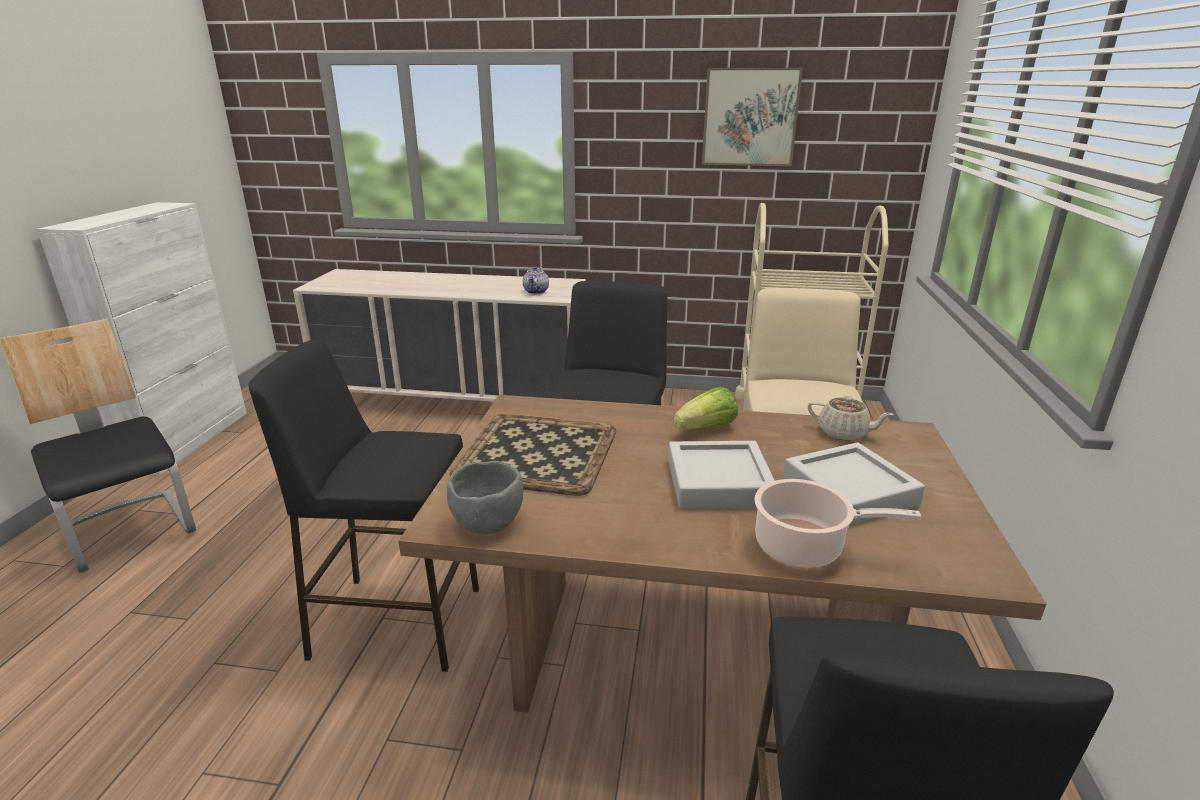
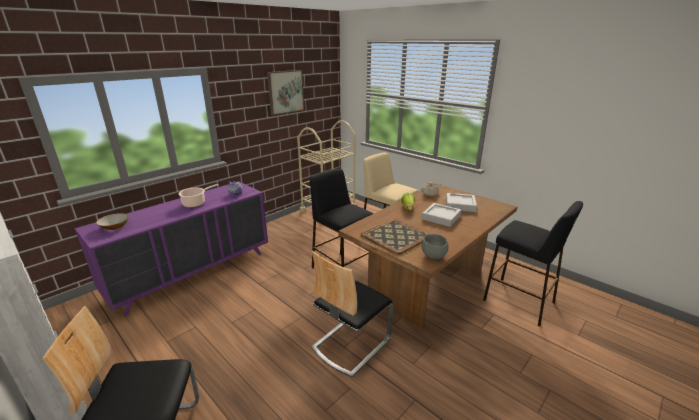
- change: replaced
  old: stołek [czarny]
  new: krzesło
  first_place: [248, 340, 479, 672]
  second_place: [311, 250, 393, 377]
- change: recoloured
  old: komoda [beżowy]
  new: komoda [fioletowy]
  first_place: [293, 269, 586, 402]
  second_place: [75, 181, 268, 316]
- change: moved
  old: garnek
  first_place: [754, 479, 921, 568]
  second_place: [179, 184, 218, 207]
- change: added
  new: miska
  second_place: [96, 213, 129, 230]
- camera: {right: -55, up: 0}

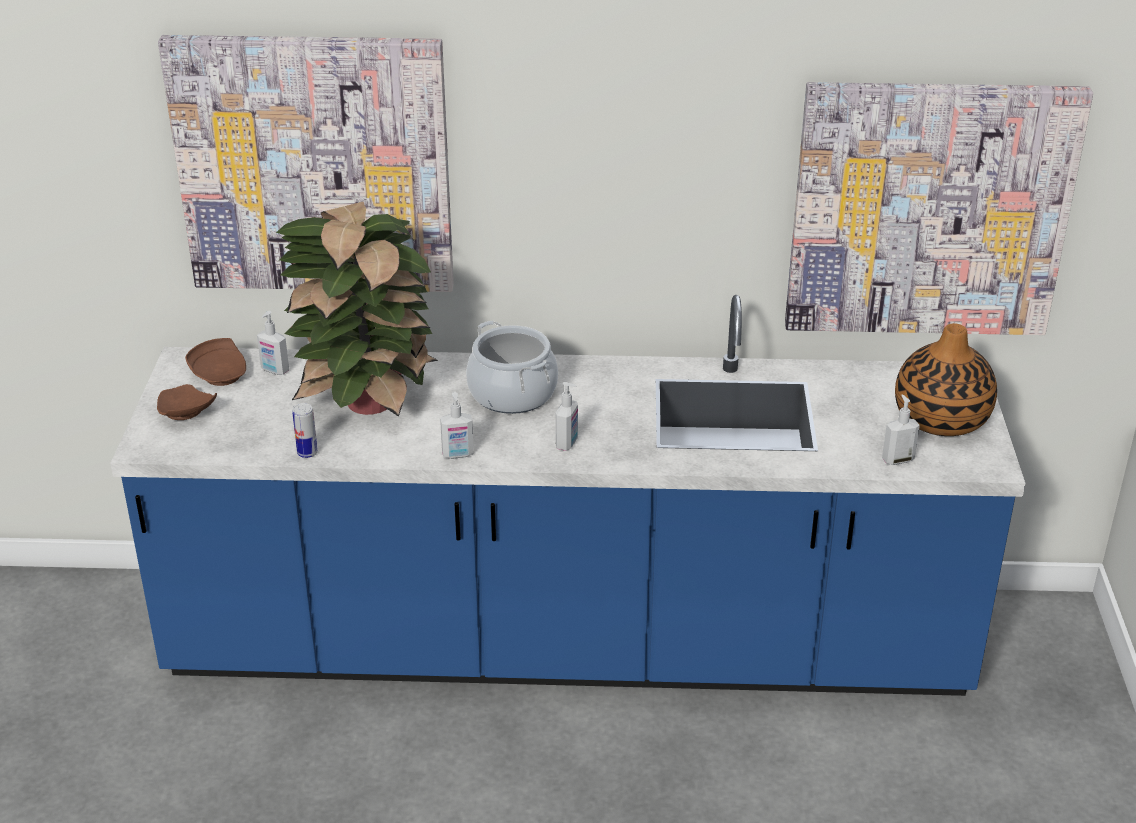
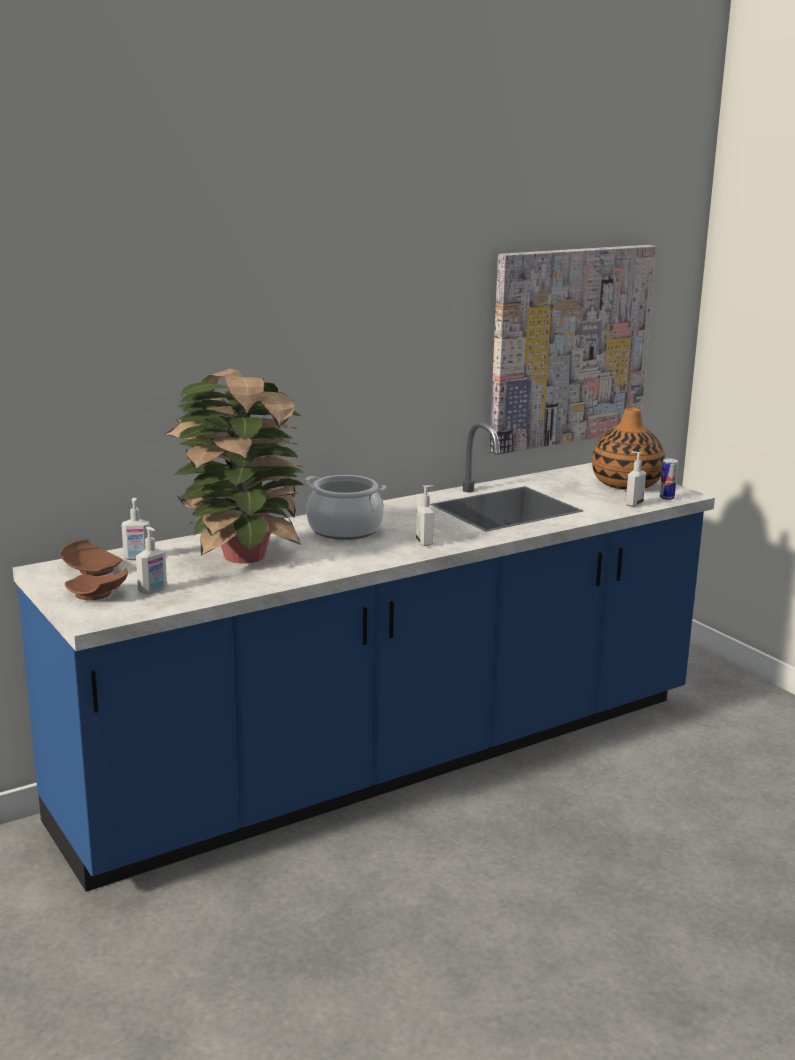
- change: removed
  old: obraz
  first_place: [158, 35, 454, 292]
- change: moved
  old: puszka
  first_place: [292, 403, 318, 458]
  second_place: [659, 459, 678, 500]
- change: moved
  old: dozownik mydła
  first_place: [440, 392, 474, 459]
  second_place: [136, 527, 167, 594]
- camera: {right: -35, up: -15}

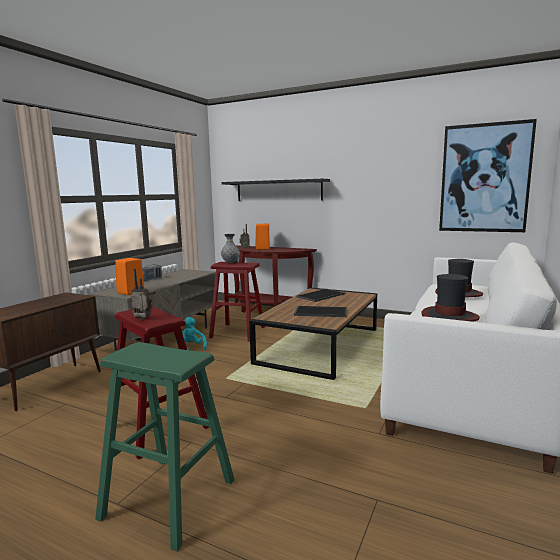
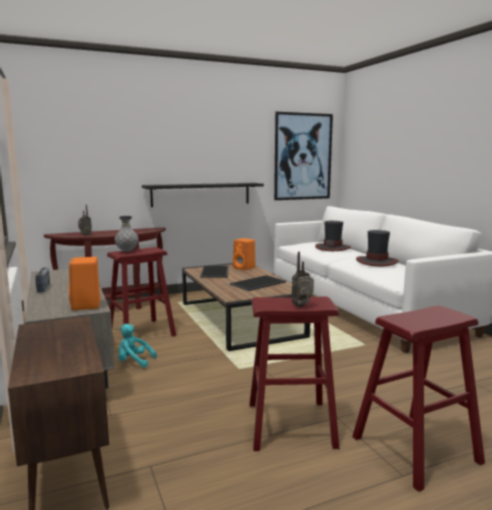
- change: recoloured
  old: stołek [zielony]
  new: stołek [czerwony]
  first_place: [95, 342, 235, 552]
  second_place: [352, 305, 485, 492]
- change: moved
  old: półka [czarny]
  first_place: [222, 179, 330, 201]
  second_place: [142, 183, 264, 207]
- change: moved
  old: głośnik [pomarańczowy]
  first_place: [255, 224, 270, 250]
  second_place: [233, 238, 255, 270]
- camera: {right: -50, up: 0}

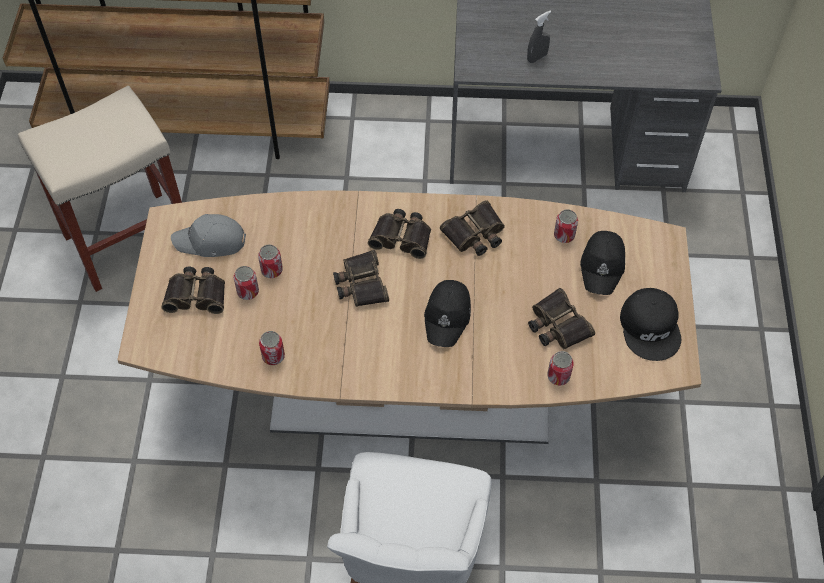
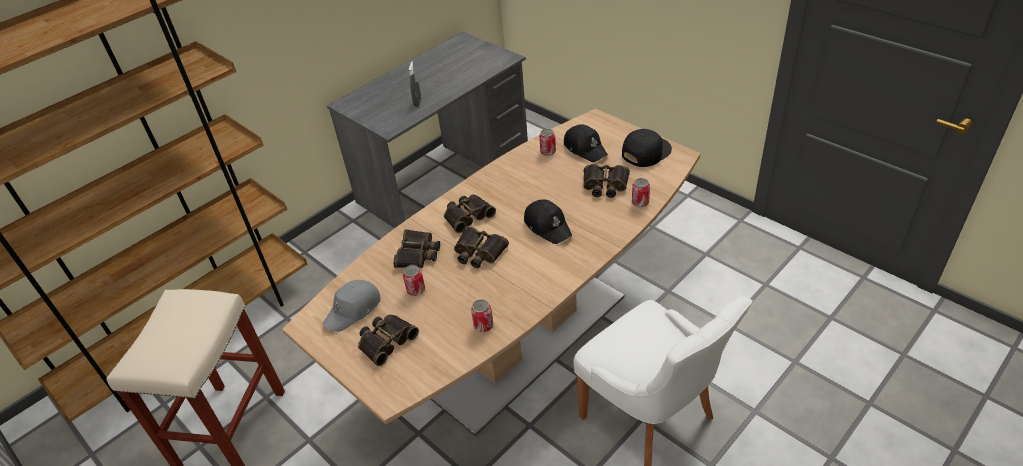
- change: removed
  old: puszka
  first_place: [234, 266, 259, 300]
- change: moved
  old: lornetka
  first_place: [440, 200, 505, 256]
  second_place: [393, 229, 440, 268]
- change: turned
  old: czapka z daszkiem [czarny]
  first_place: [620, 288, 681, 361]
  second_place: [622, 129, 672, 167]
  degrees: -75
- camera: {right: -45, up: -15}

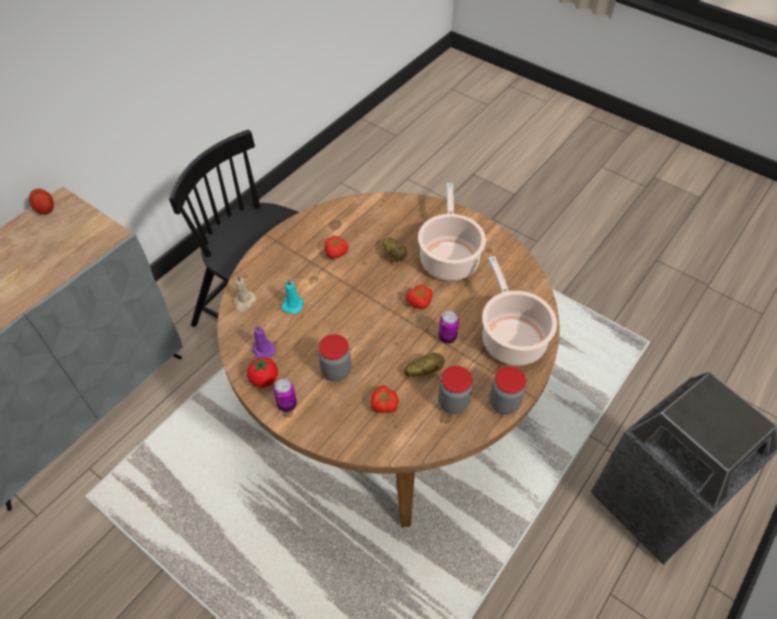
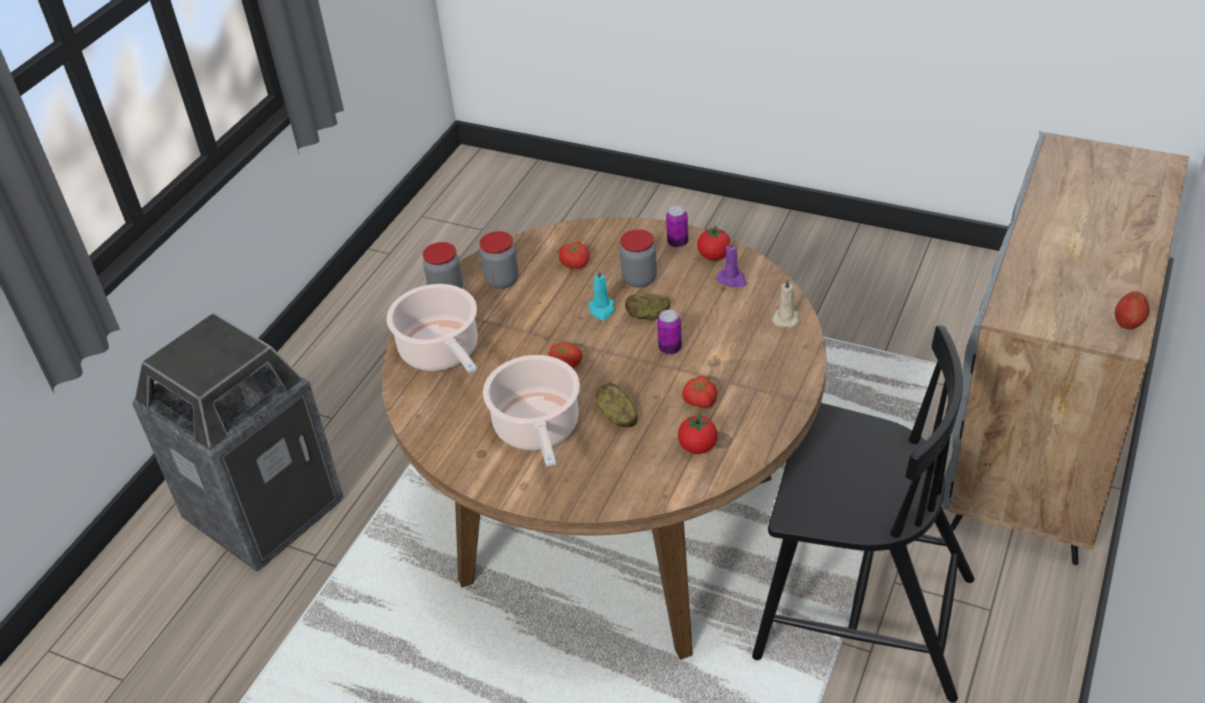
- change: moved
  old: świeca [turkusowy]
  first_place: [282, 279, 304, 314]
  second_place: [588, 268, 615, 320]
- change: moved
  old: ziemniak
  first_place: [404, 353, 444, 377]
  second_place: [625, 293, 670, 320]
- change: moved
  old: puszka
  first_place: [439, 311, 459, 344]
  second_place: [657, 310, 682, 355]
- change: added
  new: pomidor
  second_place: [678, 414, 718, 454]
- camera: {right: 170, up: -10}

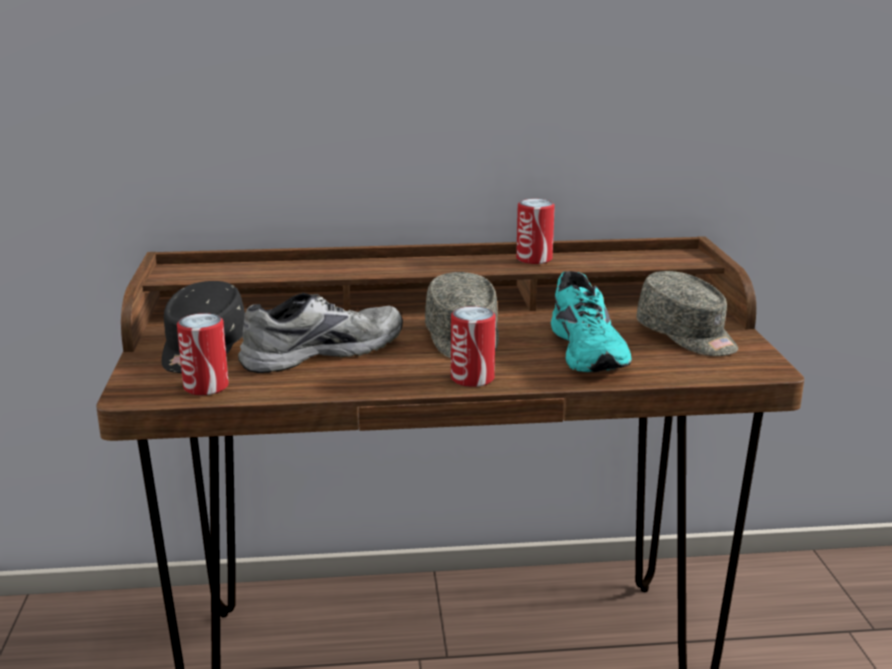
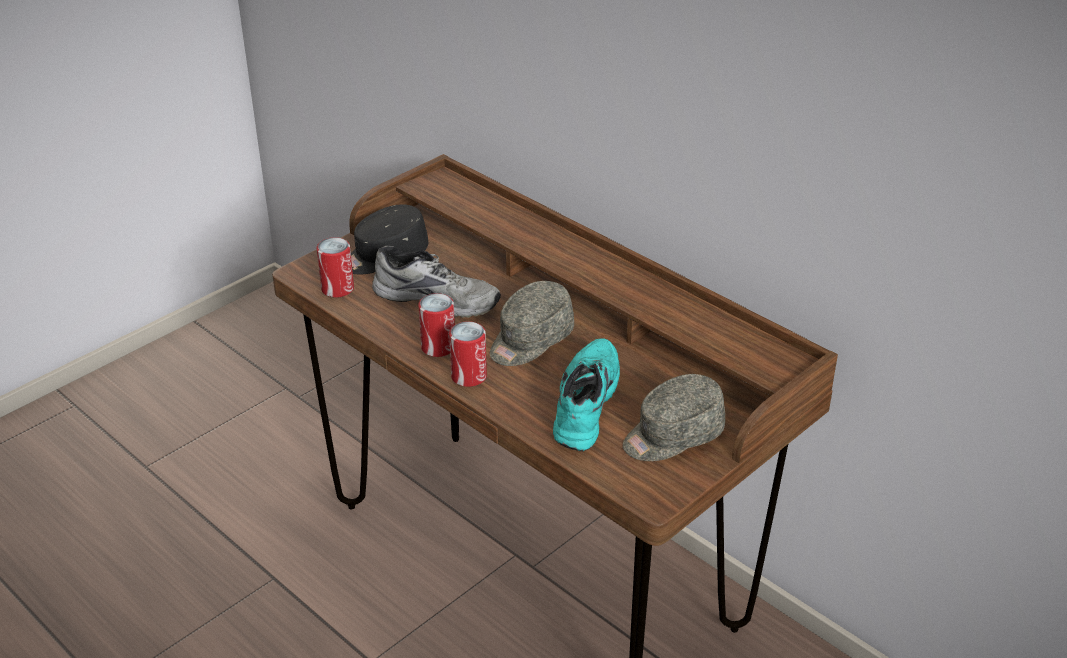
- change: moved
  old: puszka
  first_place: [516, 199, 555, 264]
  second_place: [418, 293, 455, 357]
- change: turned
  old: but [turkusowy]
  first_place: [551, 271, 632, 372]
  second_place: [553, 338, 620, 451]
  degrees: 150
- change: turned
  old: czapka z daszkiem [szary]
  first_place: [636, 271, 738, 356]
  second_place: [623, 374, 725, 461]
  degrees: 45
- camera: {right: 50, up: 15}

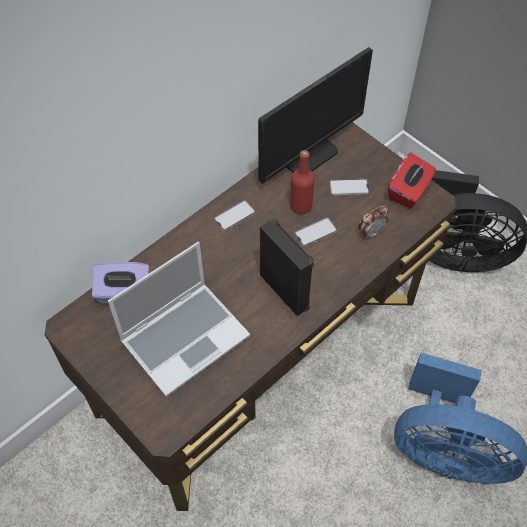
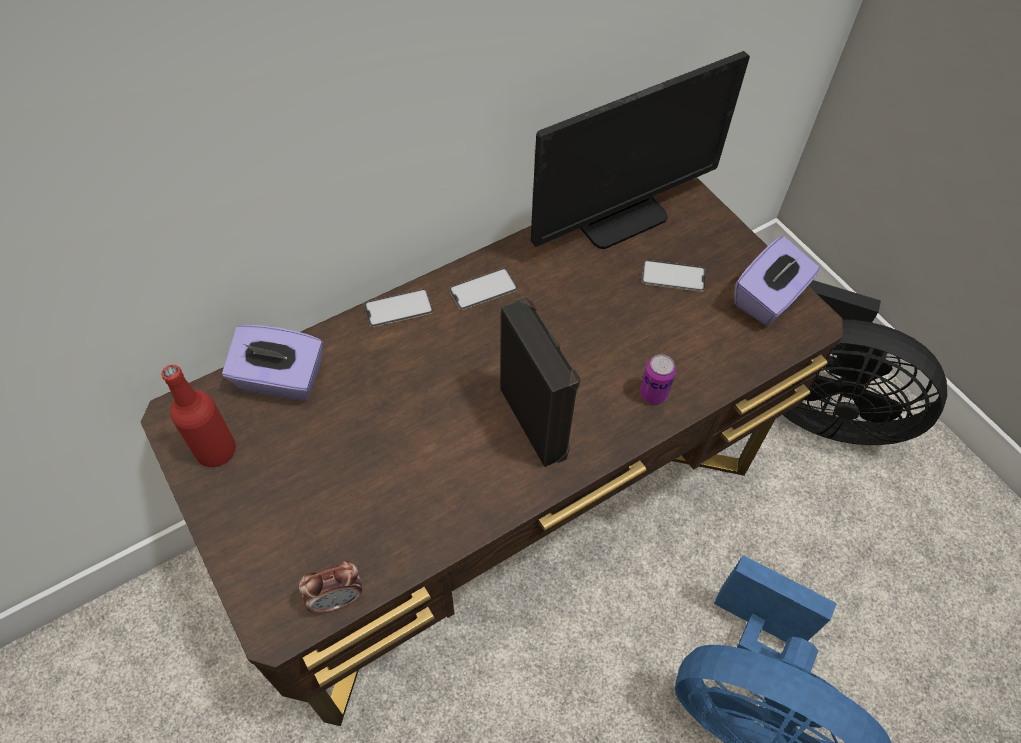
- change: removed
  old: laptop
  first_place: [108, 242, 250, 397]
- change: moved
  old: butelka [czerwony]
  first_place: [290, 150, 315, 214]
  second_place: [162, 365, 236, 467]
- change: moved
  old: telefon
  first_place: [294, 217, 337, 247]
  second_place: [364, 289, 433, 327]
- change: moved
  old: budzik
  first_place: [358, 206, 389, 240]
  second_place: [299, 561, 362, 613]
- change: recoloured
  old: pudełko chusteczek [czerwony]
  new: pudełko chusteczek [fioletowy]
  first_place: [388, 153, 436, 209]
  second_place: [734, 236, 820, 326]
- change: added
  new: puszka
  second_place: [640, 354, 676, 404]
- camera: {right: 10, up: 0}

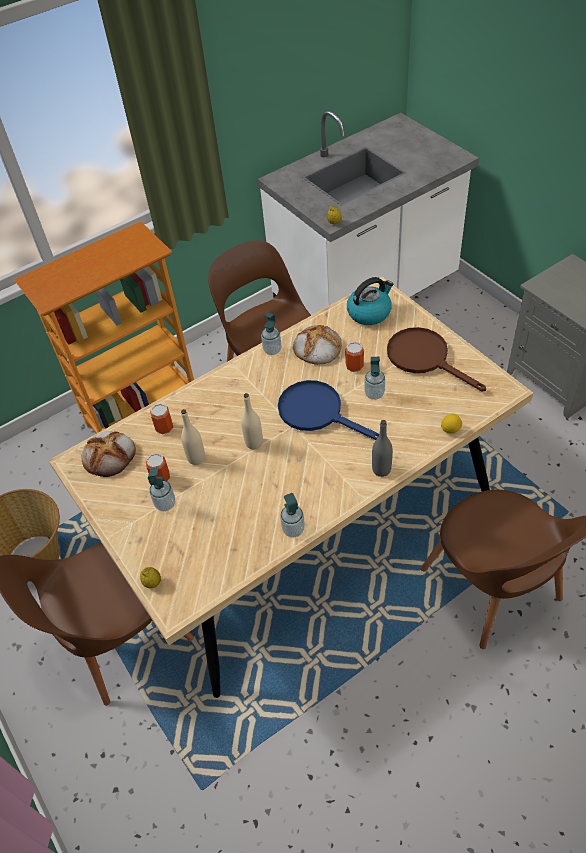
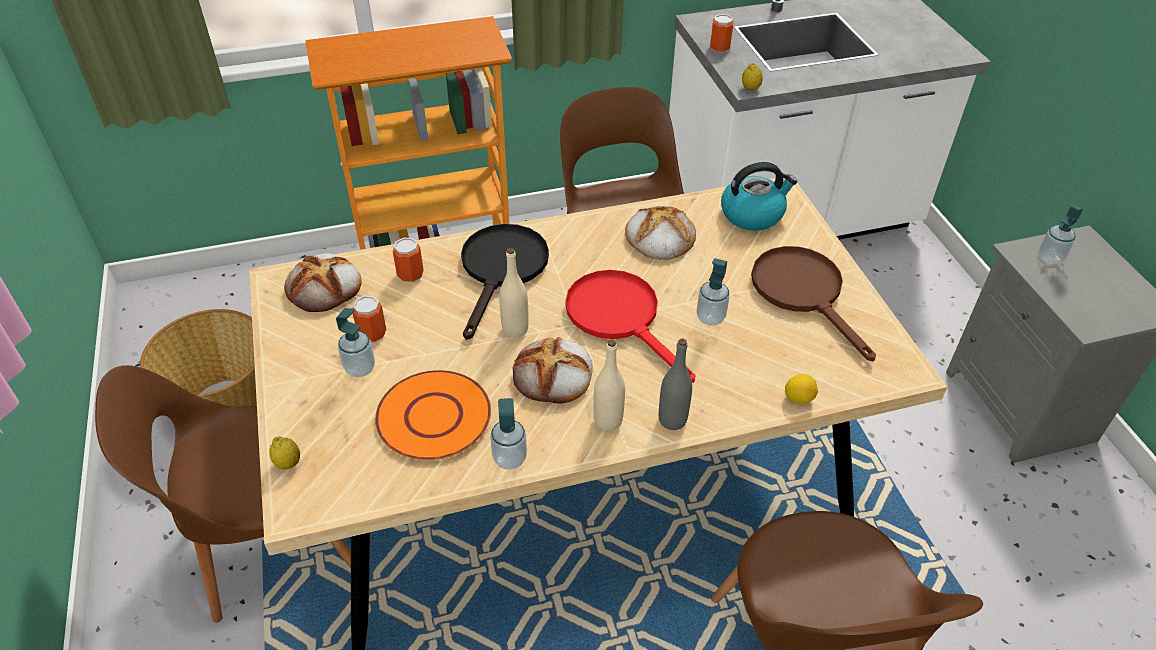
- change: moved
  old: butelka [beżowy]
  first_place: [181, 409, 205, 465]
  second_place: [594, 339, 625, 431]
- change: moved
  old: dozownik mydła
  first_place: [261, 313, 282, 355]
  second_place: [1039, 203, 1083, 264]
- change: recoloured
  old: patelnia [niebieski]
  new: patelnia [czerwony]
  first_place: [278, 380, 379, 440]
  second_place: [565, 270, 695, 383]
- change: moved
  old: puszka
  first_place: [345, 342, 364, 372]
  second_place: [710, 14, 733, 53]
- change: added
  new: talerz [pomarańczowy]
  second_place: [375, 370, 491, 460]
- change: added
  new: patelnia [czarny]
  second_place: [461, 224, 549, 340]
- change: added
  new: chleb
  second_place: [512, 337, 593, 404]
- camera: {right: 15, up: -5}

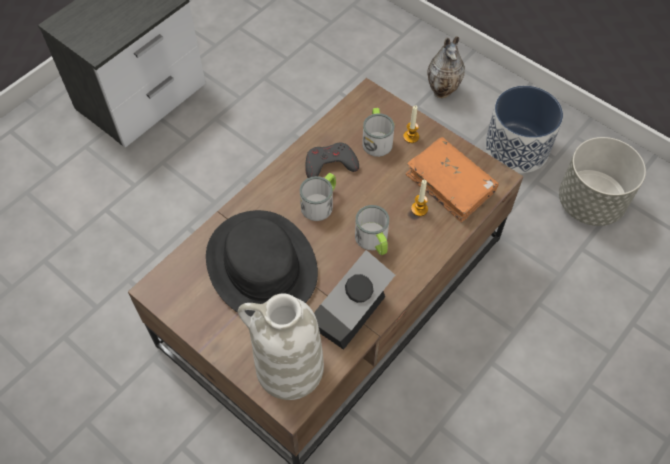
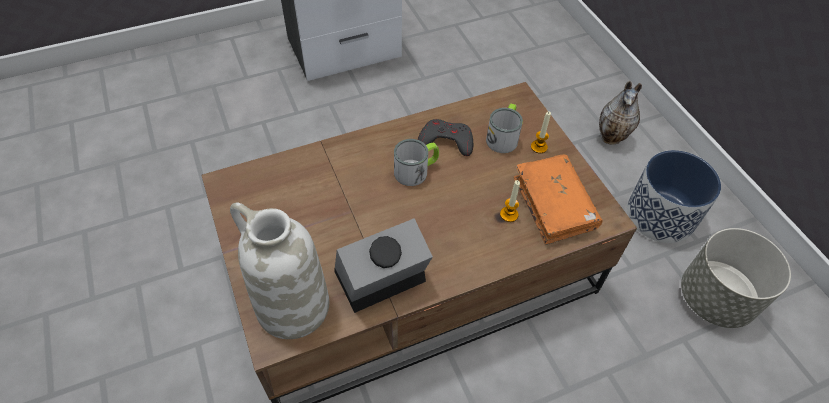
- change: removed
  old: kapelusz [czarny]
  first_place: [206, 210, 318, 316]
- change: removed
  old: kubek
  first_place: [355, 205, 389, 255]
- camera: {right: 25, up: -5}

